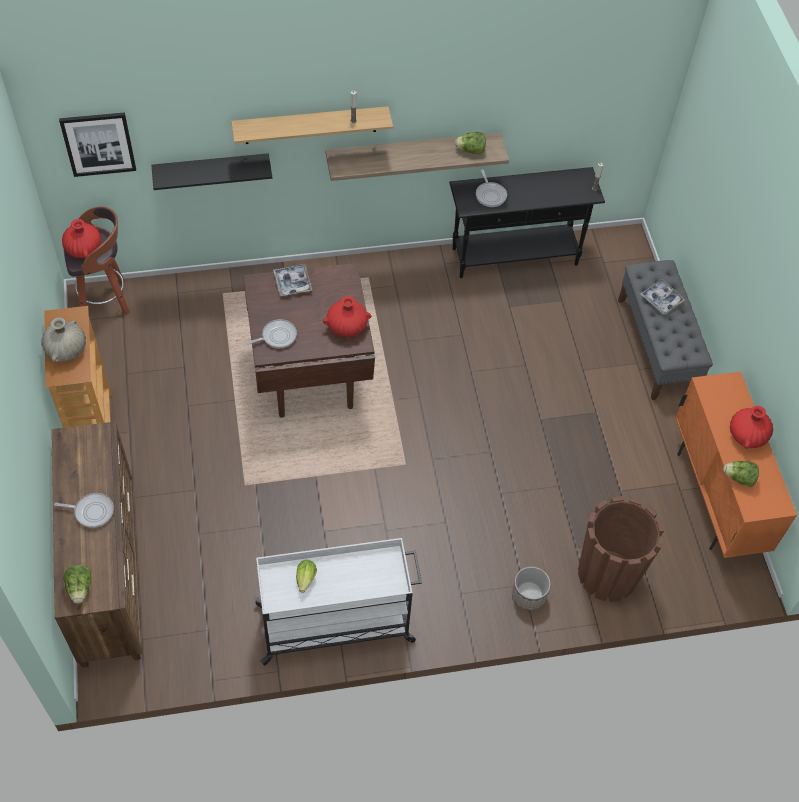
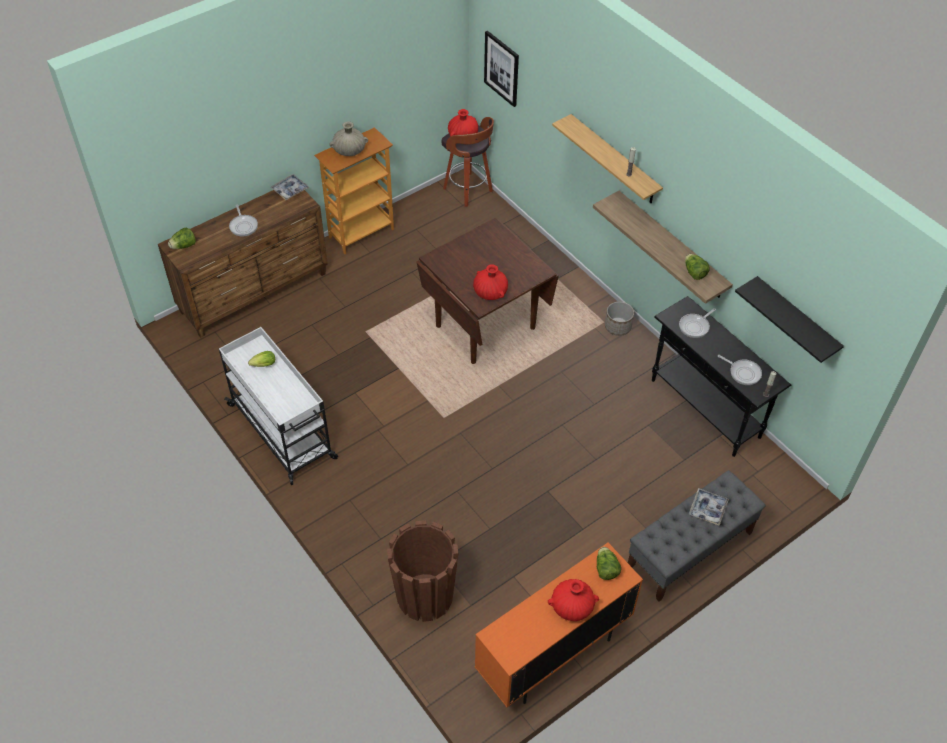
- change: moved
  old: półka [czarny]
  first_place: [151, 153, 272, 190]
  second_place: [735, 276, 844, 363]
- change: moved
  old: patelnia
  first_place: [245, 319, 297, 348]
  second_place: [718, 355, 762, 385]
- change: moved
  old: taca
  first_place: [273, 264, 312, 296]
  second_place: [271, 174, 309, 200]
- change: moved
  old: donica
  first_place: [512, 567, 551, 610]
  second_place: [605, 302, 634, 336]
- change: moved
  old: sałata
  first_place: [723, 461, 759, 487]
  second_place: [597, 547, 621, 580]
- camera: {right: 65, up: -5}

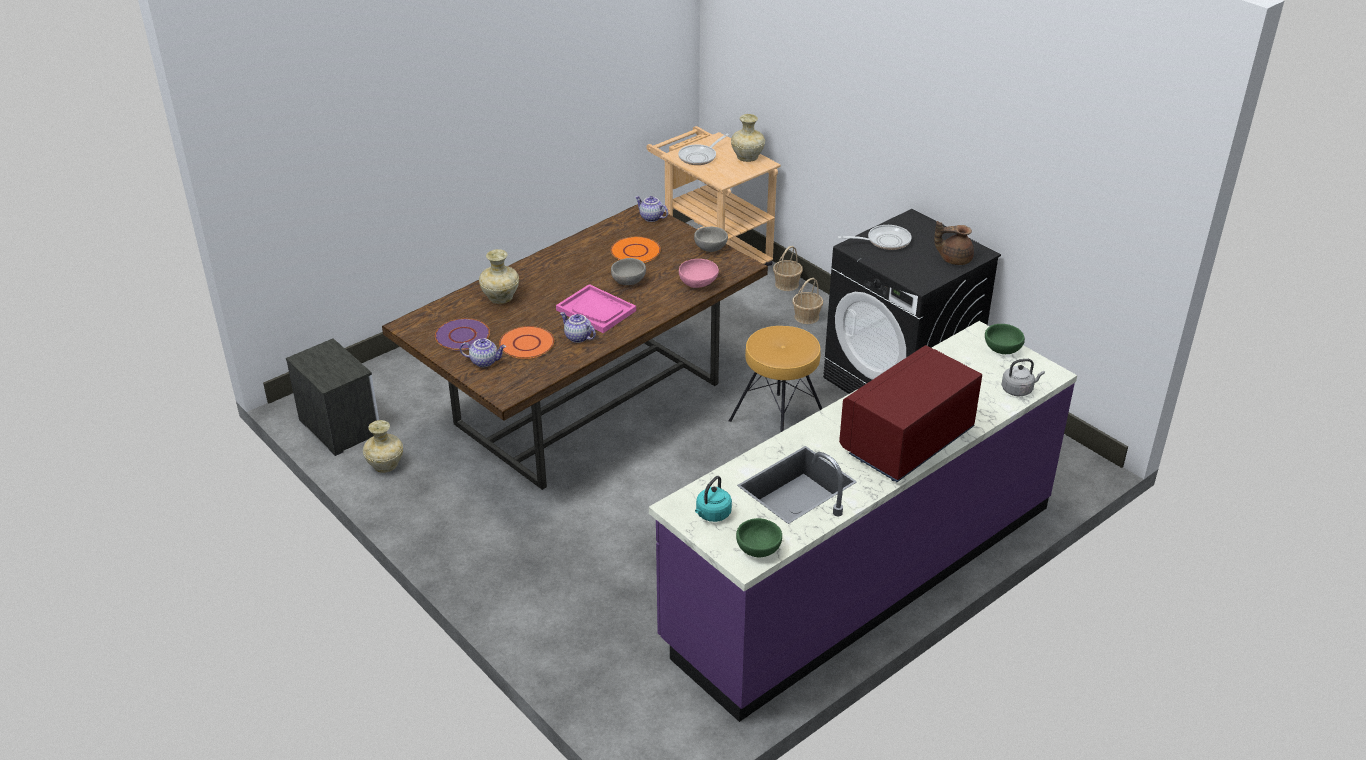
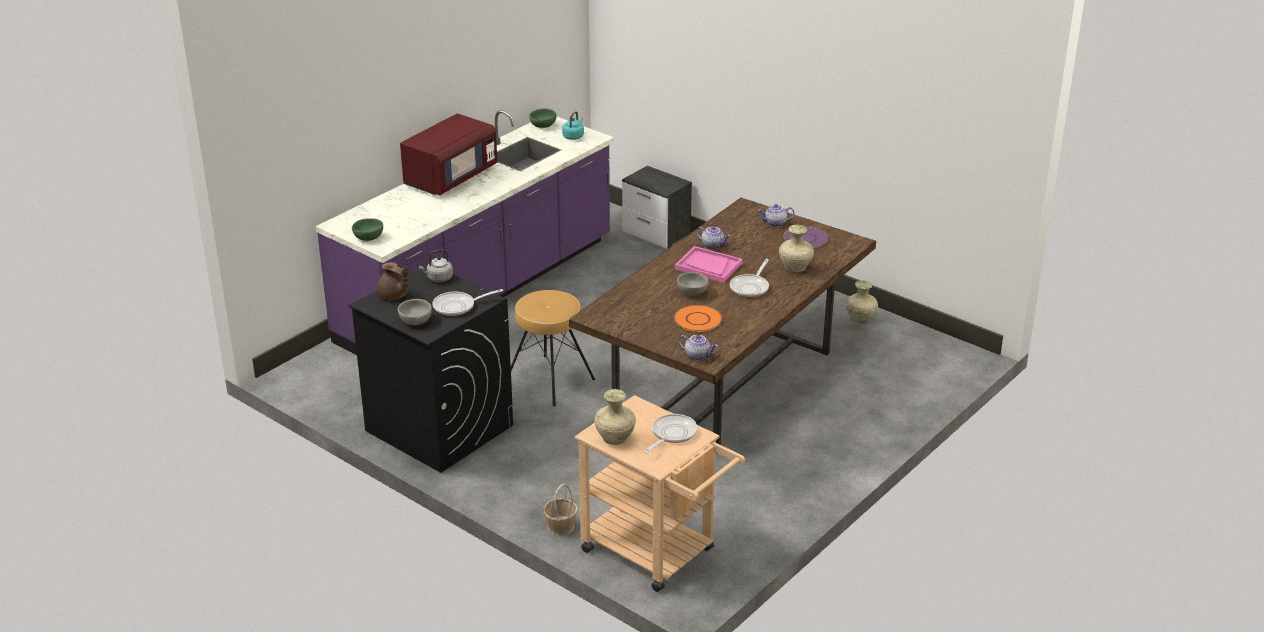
- change: moved
  old: szafka nocna
  first_place: [286, 338, 379, 456]
  second_place: [622, 166, 692, 249]
- change: removed
  old: talerz [pomarańczowy]
  first_place: [499, 326, 554, 359]
- change: removed
  old: miska [różowy]
  first_place: [679, 259, 719, 288]
- change: moved
  old: miska [szary]
  first_place: [694, 227, 728, 252]
  second_place: [398, 299, 432, 325]
- change: removed
  old: koszyk
  first_place: [792, 278, 823, 324]
- change: turned
  old: imbryk [brązowy]
  first_place: [934, 221, 974, 265]
  second_place: [377, 262, 409, 299]
  degrees: 45
- change: moved
  old: czajnik [szary]
  first_place: [1001, 359, 1045, 396]
  second_place: [419, 249, 453, 282]
- change: added
  new: patelnia
  second_place: [730, 259, 769, 297]
- camera: {right: 170, up: -5}

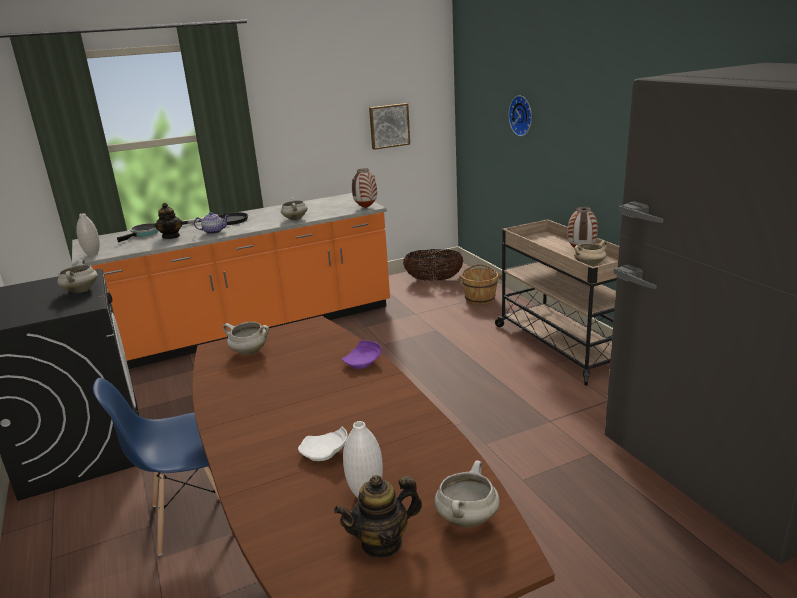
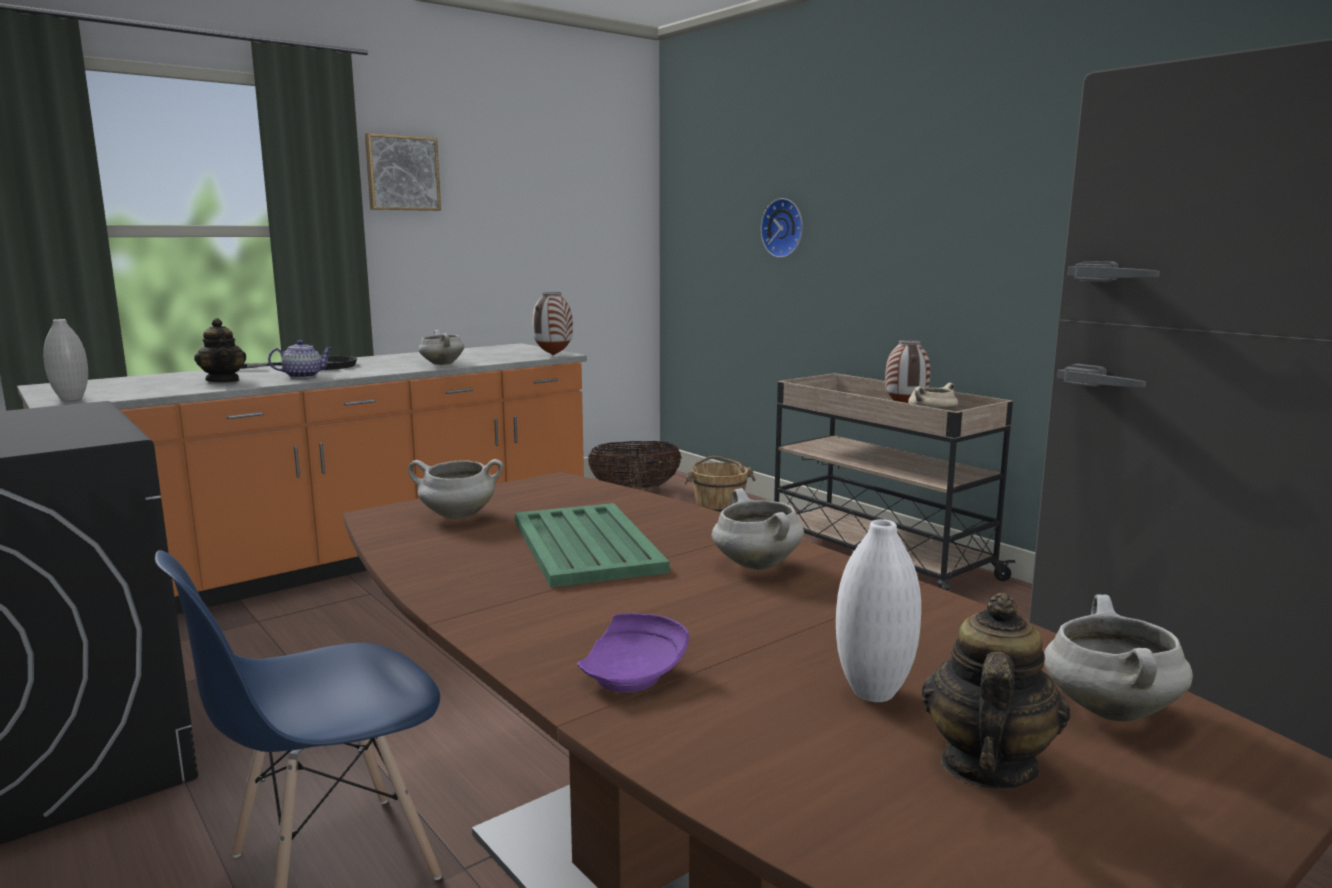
- change: moved
  old: garnek [biały]
  first_place: [57, 259, 98, 293]
  second_place: [712, 488, 804, 570]
- change: removed
  old: patelnia
  first_place: [117, 223, 158, 242]
- change: removed
  old: talerz [biały]
  first_place: [298, 427, 348, 461]
- change: turned
  old: imbryk
  first_place: [334, 475, 422, 558]
  second_place: [922, 593, 1070, 788]
  degrees: 150
- change: moved
  old: talerz [fioletowy]
  first_place: [342, 341, 381, 369]
  second_place: [577, 613, 689, 693]
- change: moved
  old: obraz
  first_place: [369, 103, 410, 150]
  second_place: [365, 133, 441, 211]
- change: added
  new: taca [zielony]
  second_place: [515, 503, 669, 587]
- camera: {right: -15, up: -10}

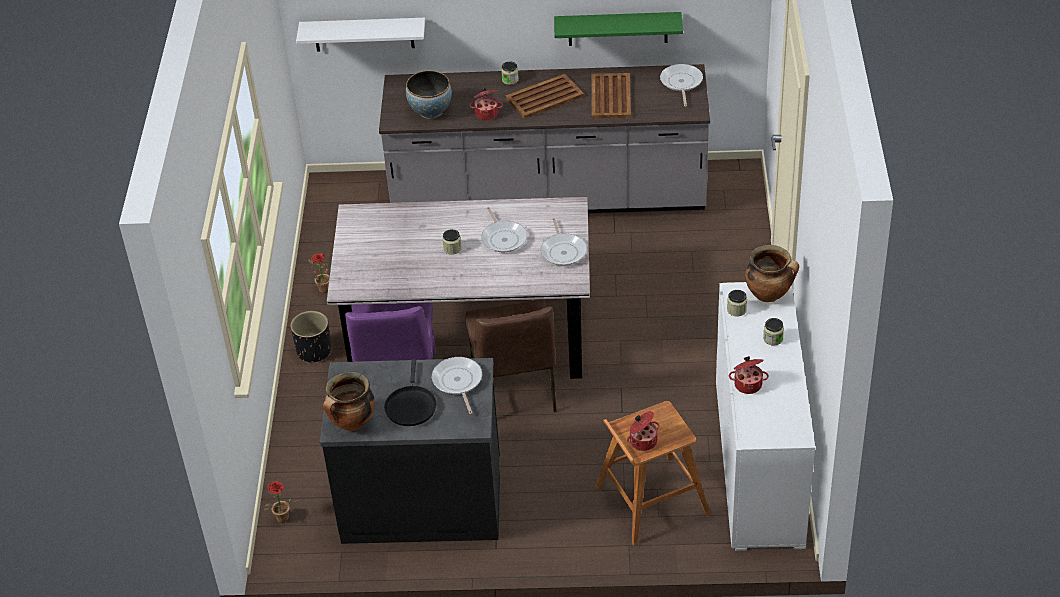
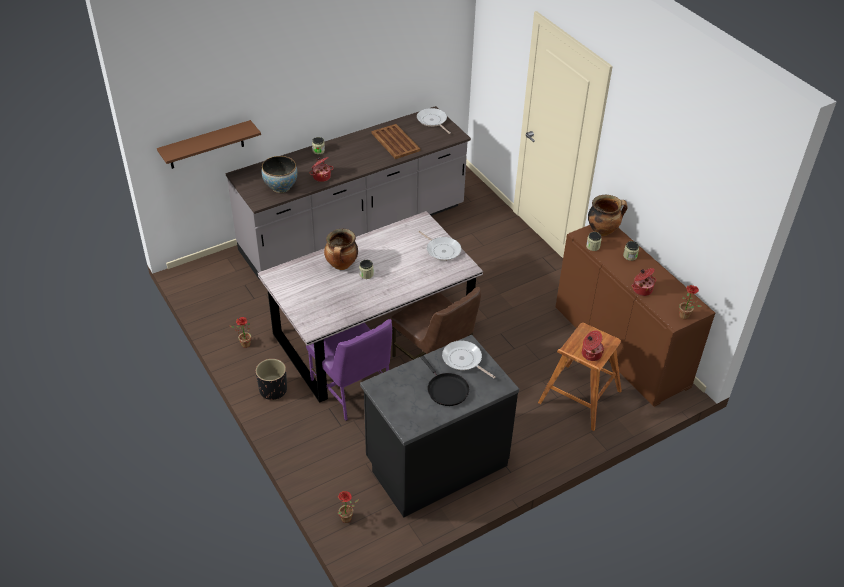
- change: recoloured
  old: półka [biały]
  new: półka [brązowy]
  first_place: [296, 18, 425, 51]
  second_place: [157, 120, 261, 169]
- change: moved
  old: garnek
  first_place: [323, 372, 375, 431]
  second_place: [324, 229, 358, 270]
- change: removed
  old: patelnia
  first_place: [481, 207, 527, 253]
- change: removed
  old: taca [brązowy]
  first_place: [506, 74, 584, 119]
- change: removed
  old: półka [zielony]
  first_place: [554, 12, 683, 46]
- change: recoloured
  old: szafka [biały]
  new: szafka [brązowy]
  first_place: [716, 282, 815, 551]
  second_place: [556, 225, 715, 407]
- change: added
  new: roślina doniczkowa
  second_place: [679, 285, 702, 320]
- camera: {right: -35, up: 0}

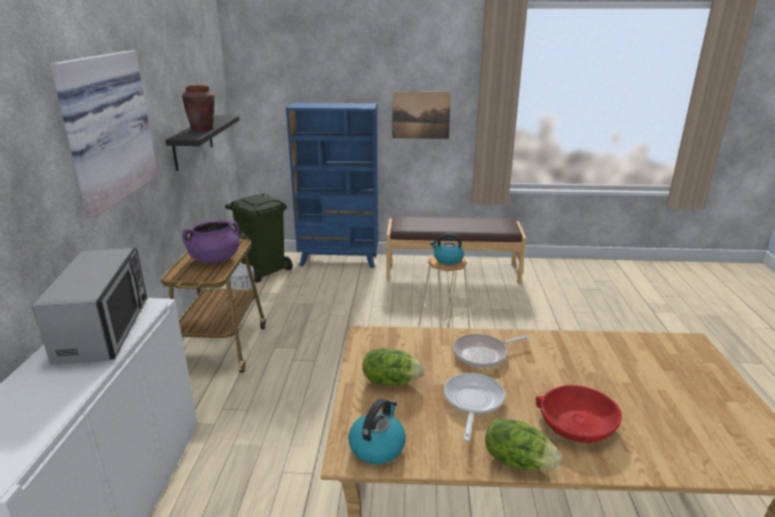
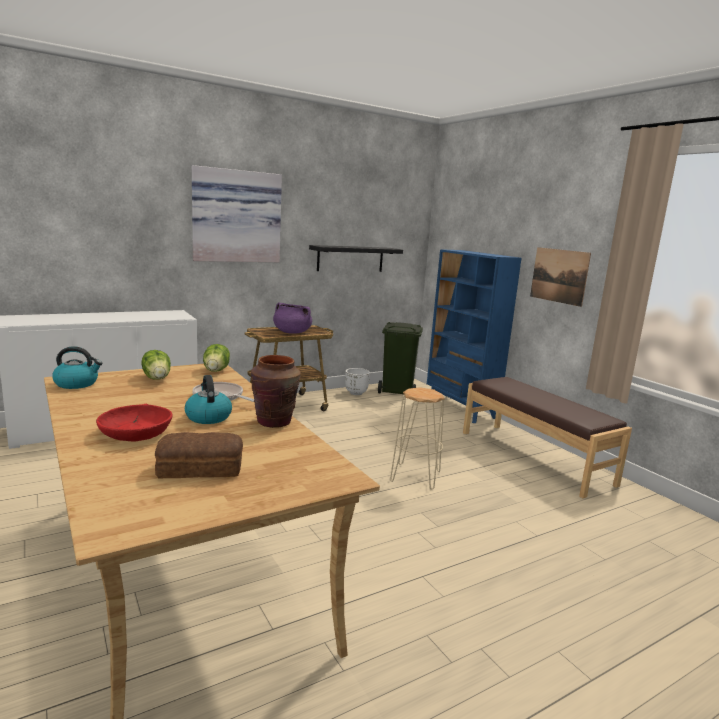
- change: removed
  old: mikrofalówka
  first_place: [32, 248, 147, 365]
- change: moved
  old: wazon [brązowy]
  first_place: [182, 85, 215, 131]
  second_place: [251, 355, 301, 428]
- change: moved
  old: czajnik
  first_place: [430, 233, 464, 265]
  second_place: [185, 375, 232, 424]
- change: removed
  old: patelnia
  first_place: [444, 373, 505, 441]
- change: moved
  old: sałata
  first_place: [485, 419, 561, 470]
  second_place: [203, 344, 230, 372]
- change: added
  new: chleb
  second_place: [155, 432, 243, 478]
- camera: {right: 55, up: -10}

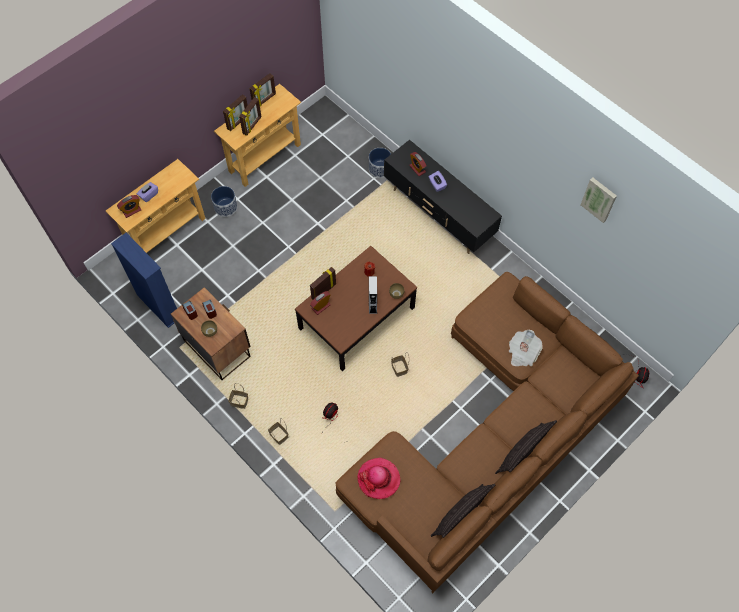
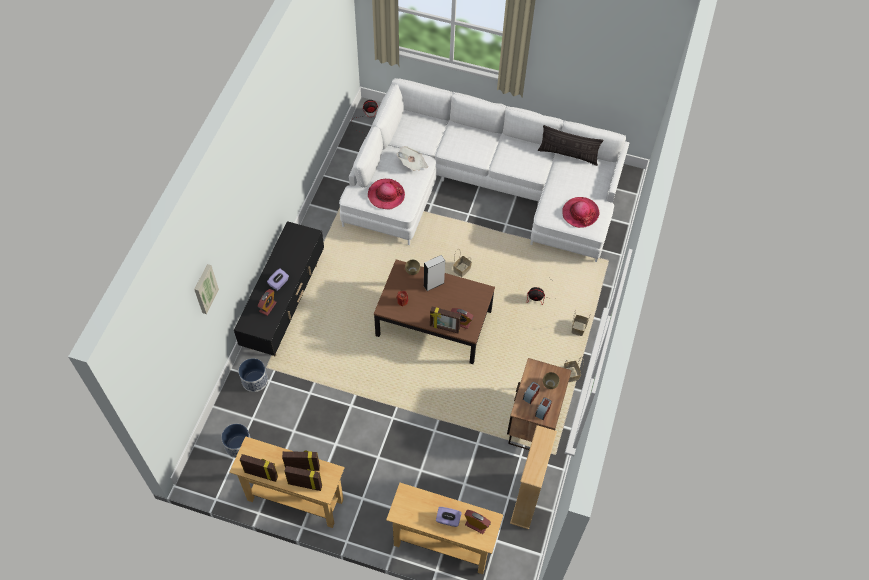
- change: recoloured
  old: regał [niebieski]
  new: regał [beżowy]
  first_place: [111, 233, 177, 328]
  second_place: [510, 425, 557, 529]
- change: moved
  old: donica
  first_place: [211, 186, 237, 217]
  second_place: [221, 424, 251, 458]
- change: recoloured
  old: kanapa [brązowy]
  new: kanapa [biały]
  first_place: [335, 272, 639, 593]
  second_place: [339, 78, 629, 262]
- change: removed
  old: poduszka
  first_place: [495, 420, 557, 474]
- change: moved
  old: obraz
  first_place: [580, 177, 617, 223]
  second_place: [194, 264, 219, 314]
- change: added
  new: kapelusz
  second_place: [368, 179, 405, 210]
- camera: {right: -120, up: -5}

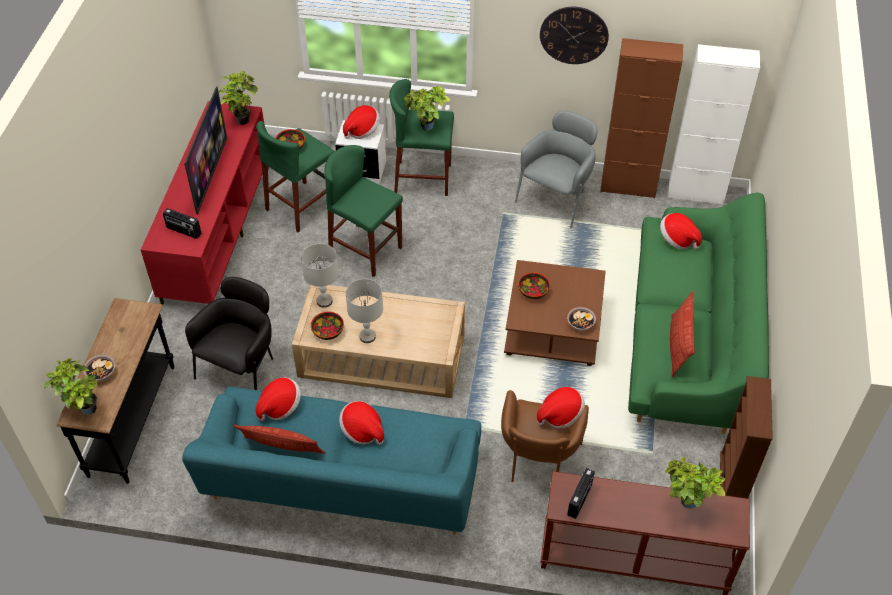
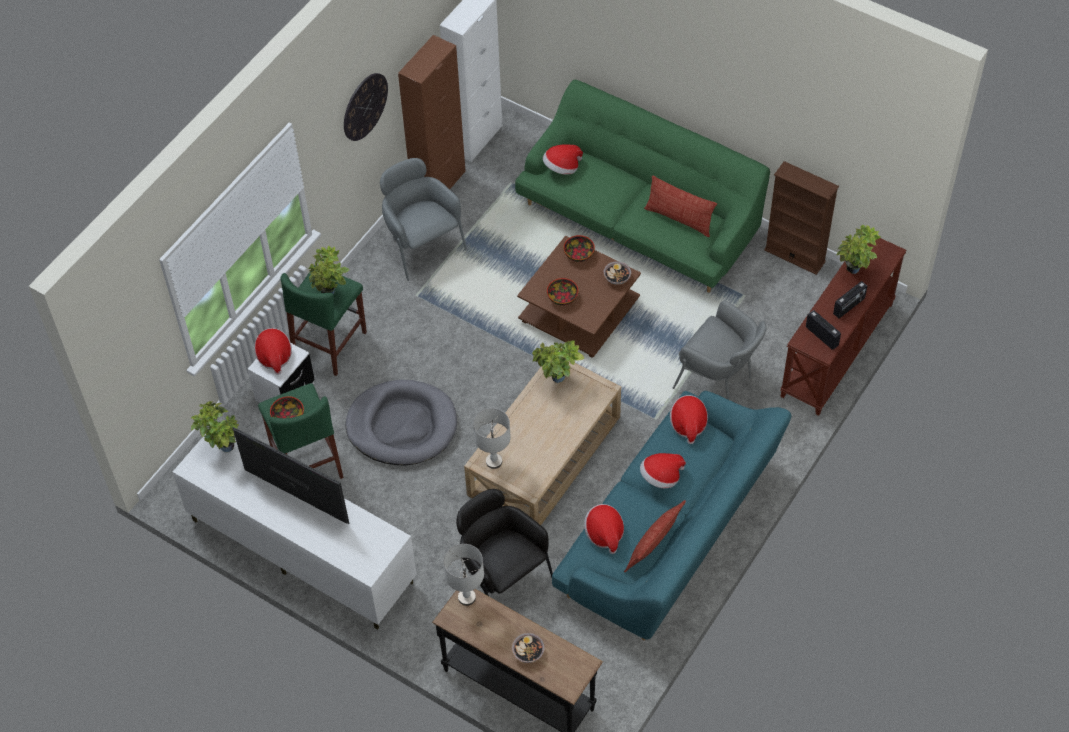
- change: moved
  old: roślina doniczkowa
  first_place: [43, 358, 97, 415]
  second_place: [532, 341, 584, 383]
- change: recoloured
  old: szafka pod telewizor [czerwony]
  new: szafka pod telewizor [biały]
  first_place: [141, 101, 269, 304]
  second_place: [173, 434, 417, 630]
- change: moved
  old: radio
  first_place: [163, 208, 201, 239]
  second_place: [833, 281, 867, 318]
- change: moved
  old: miska
  first_place: [311, 312, 344, 340]
  second_place: [564, 235, 595, 262]
- change: replaced
  old: stołek [zielony]
  new: legowisko [szary]
  first_place: [324, 145, 403, 277]
  second_place: [346, 379, 457, 465]
- change: moved
  old: lampa stołowa [szary]
  first_place: [346, 279, 383, 343]
  second_place: [444, 544, 484, 606]
- change: recoloured
  old: fotel [brązowy]
  new: fotel [szary]
  first_place: [501, 390, 589, 482]
  second_place: [673, 301, 766, 400]
- change: moved
  old: kapelusz
  first_place: [537, 387, 585, 428]
  second_place: [670, 395, 708, 444]
- camera: {right: -65, up: 5}

